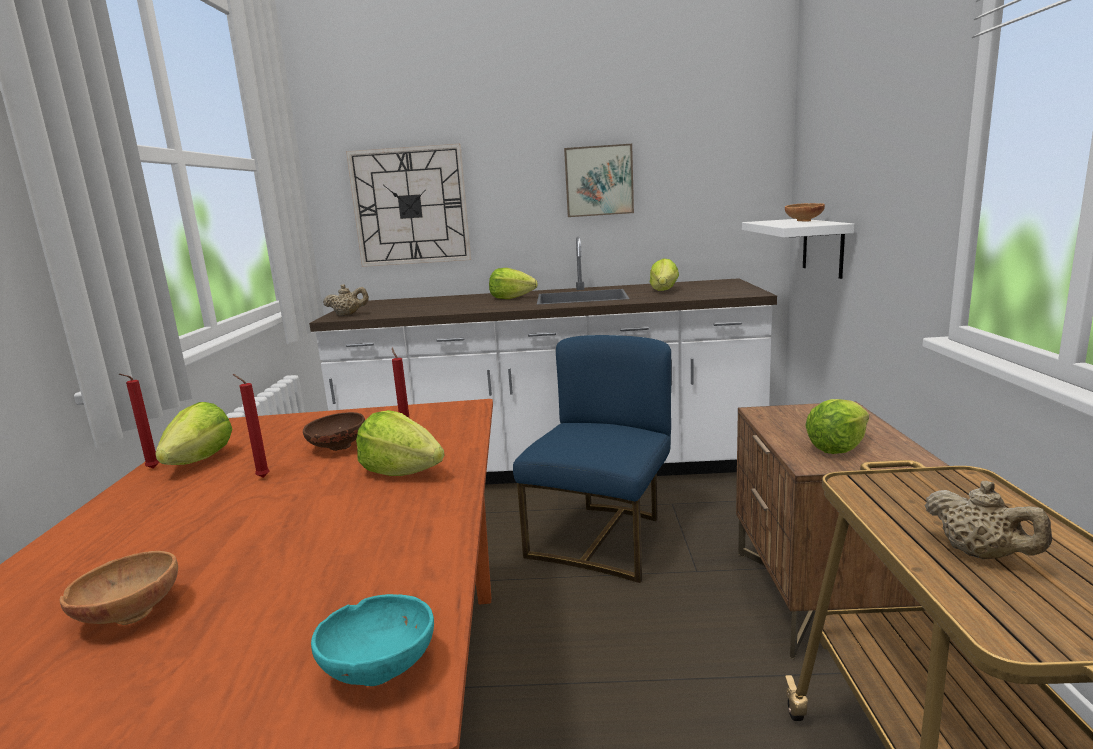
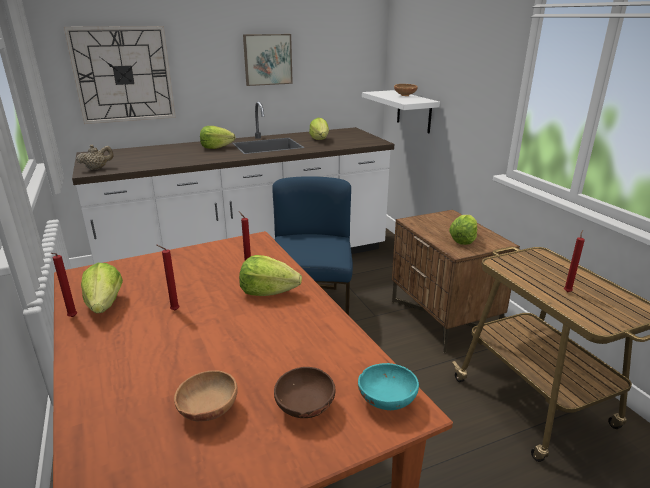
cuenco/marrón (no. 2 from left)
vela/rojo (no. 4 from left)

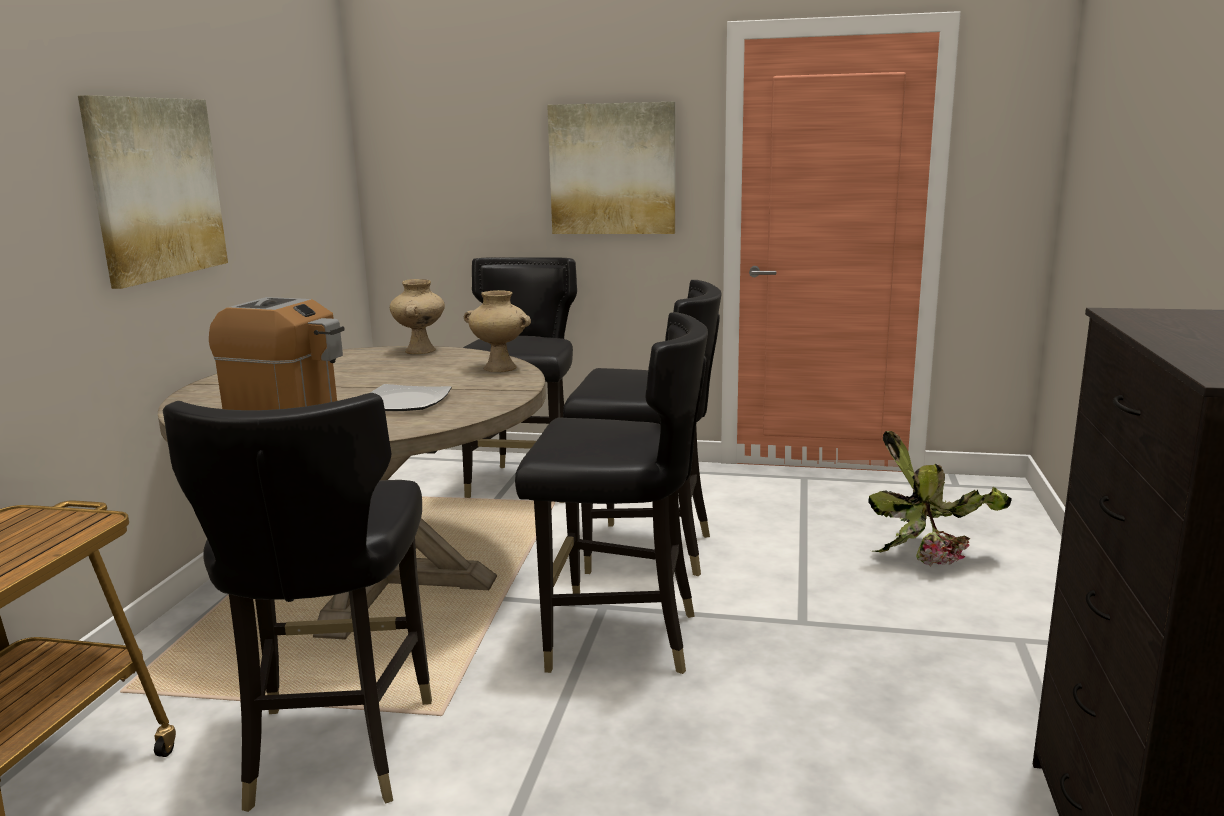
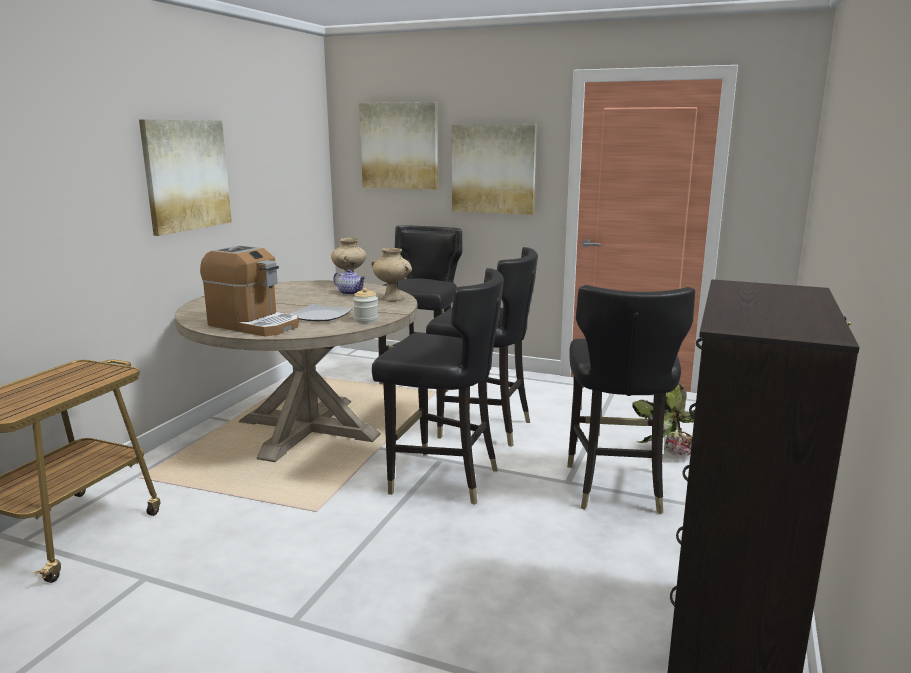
tetera
tarro
cuadro (no. 2 from left)
silla/negro (no. 4 from left)

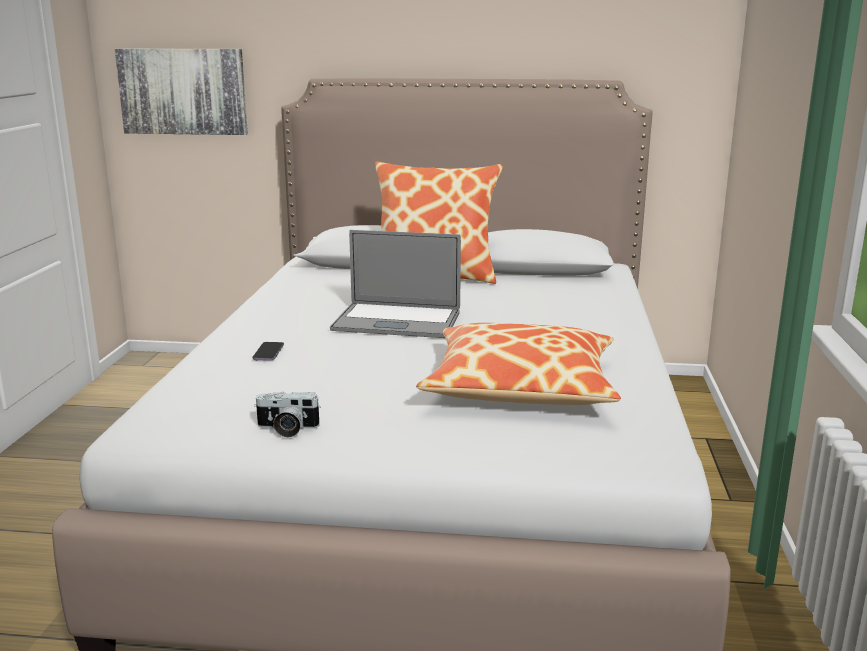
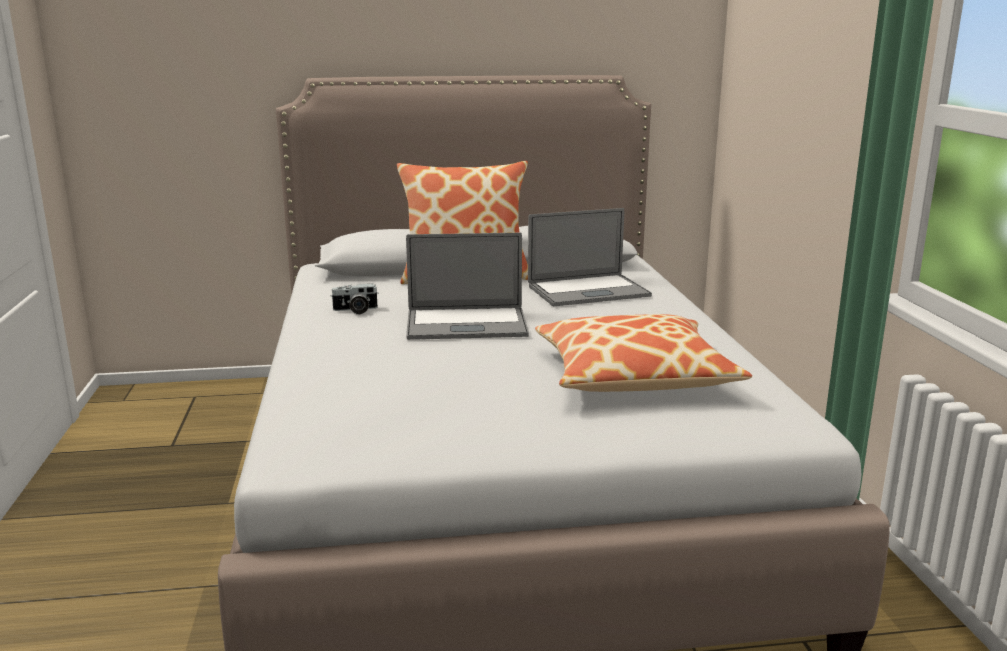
cuadro
móvil
portátil (no. 2 from left)
cámara

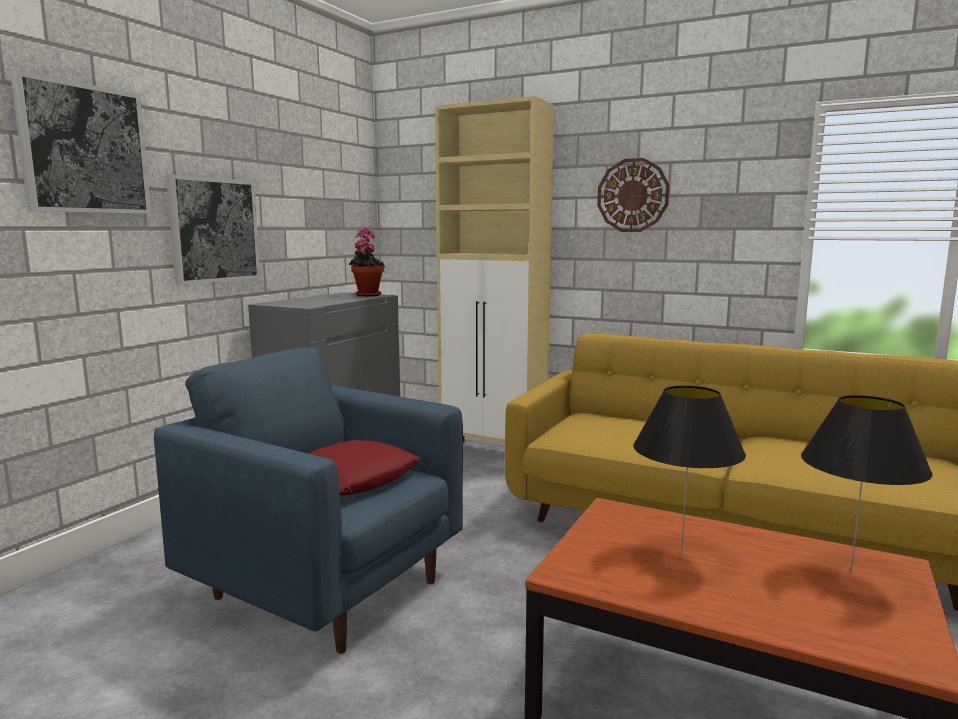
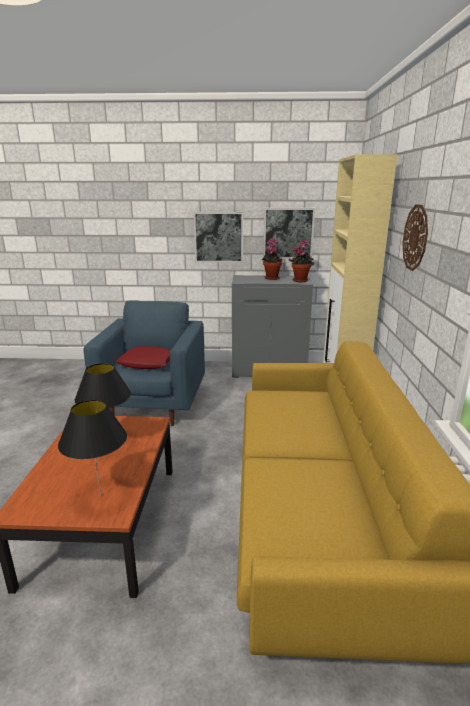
planta en maceta (no. 1 from left)
cuadro (no. 2 from left)

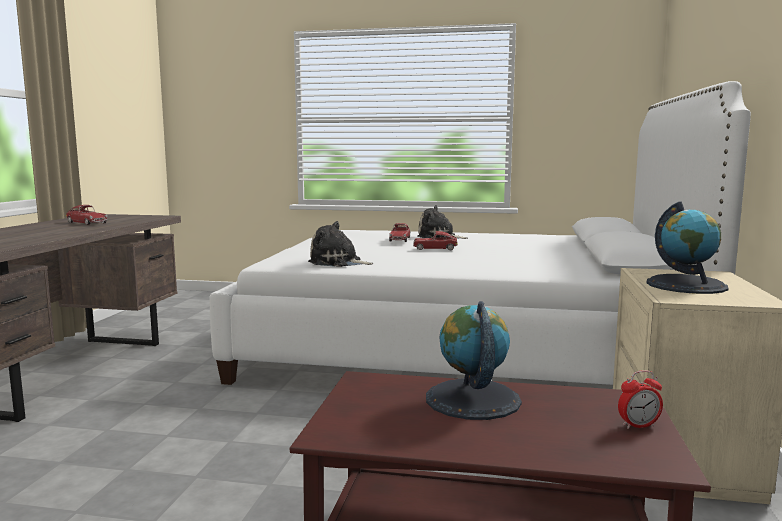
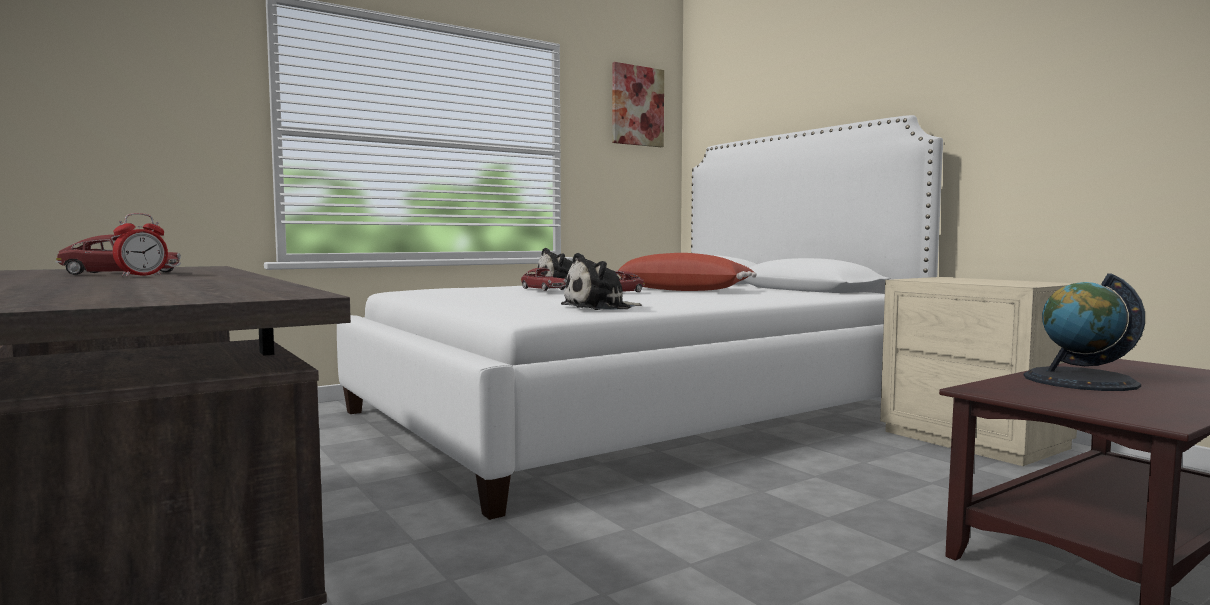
globo terráqueo (no. 2 from left in the first image)
cuadro
cojín/rojo
despertador

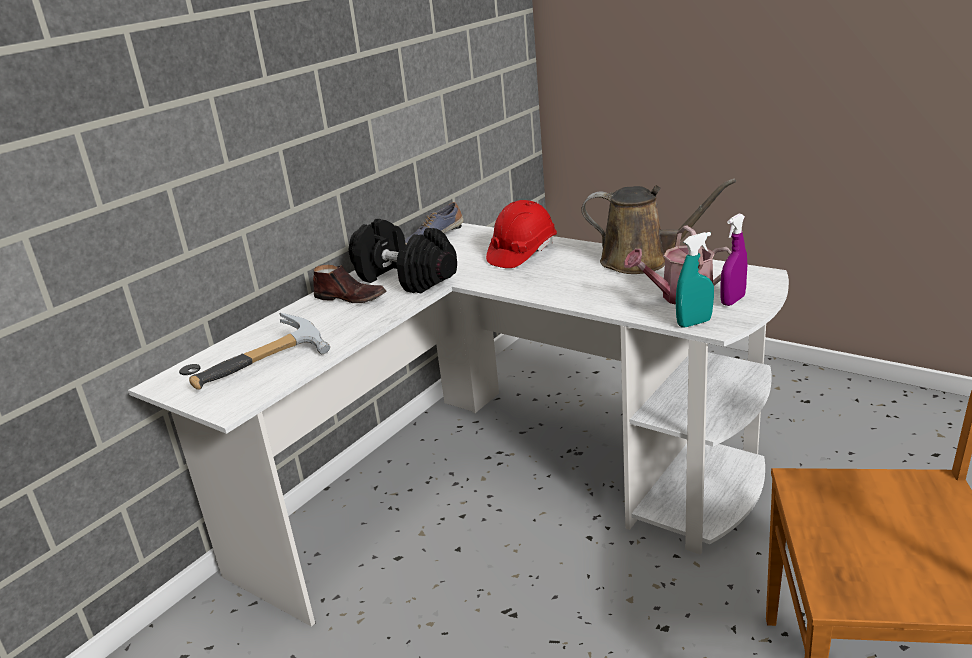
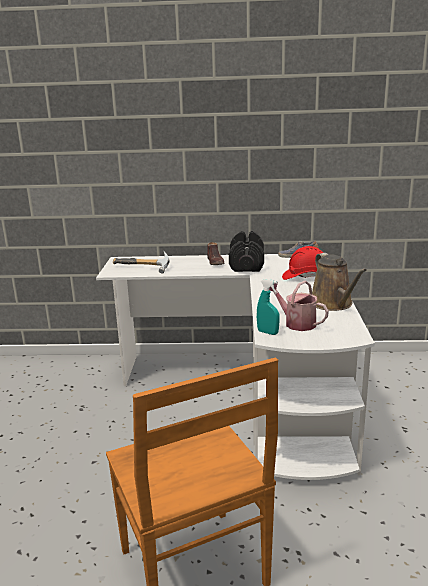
pulverizador/morado

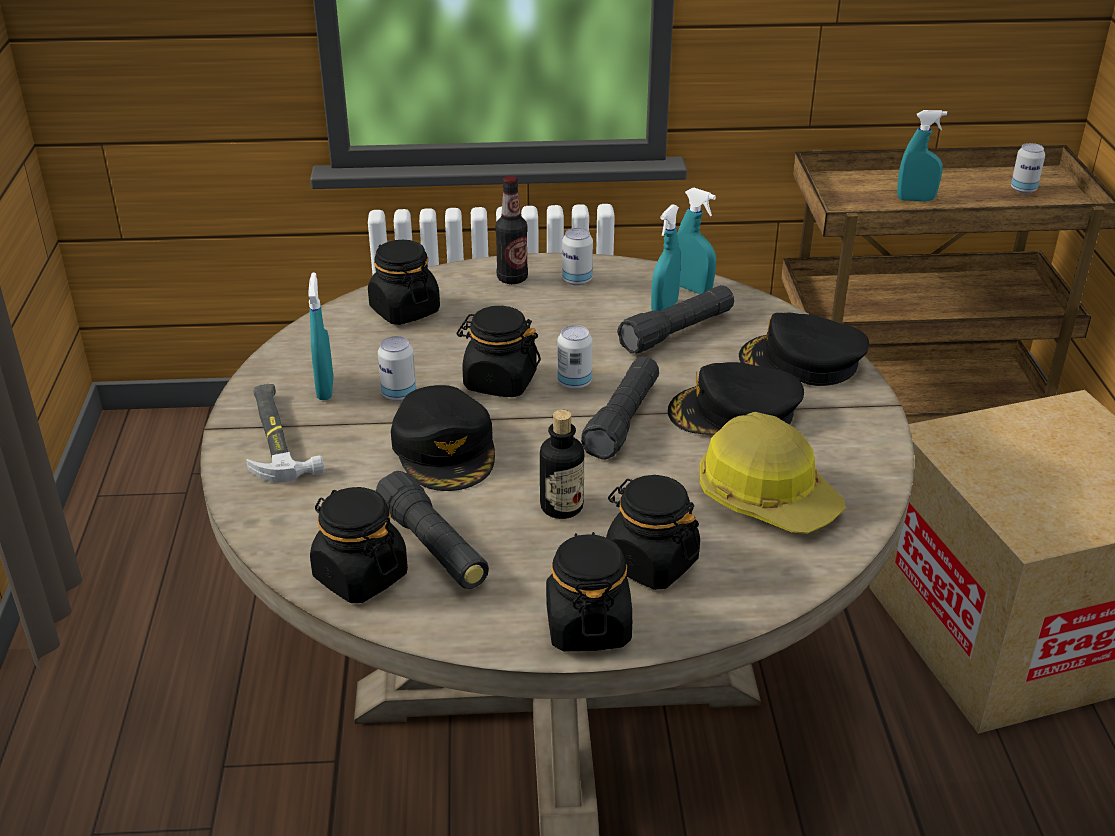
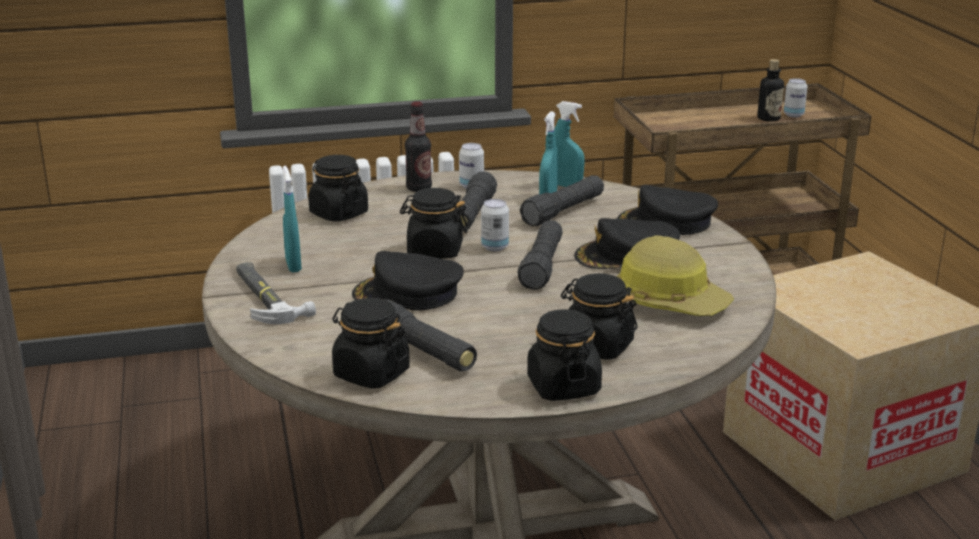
lata (no. 1 from left in the first image)
pulverizador/turquesa (no. 4 from left in the first image)
linterna/negro (no. 2 from left)
botella (no. 2 from left)
gorra/negro (no. 1 from left)

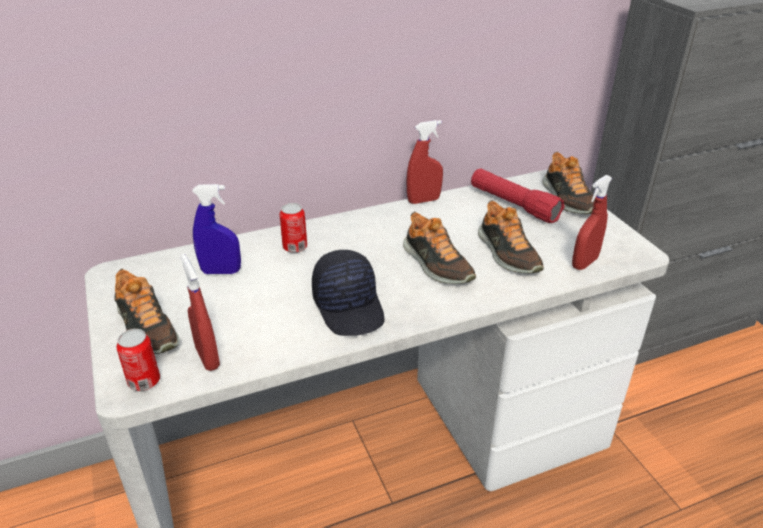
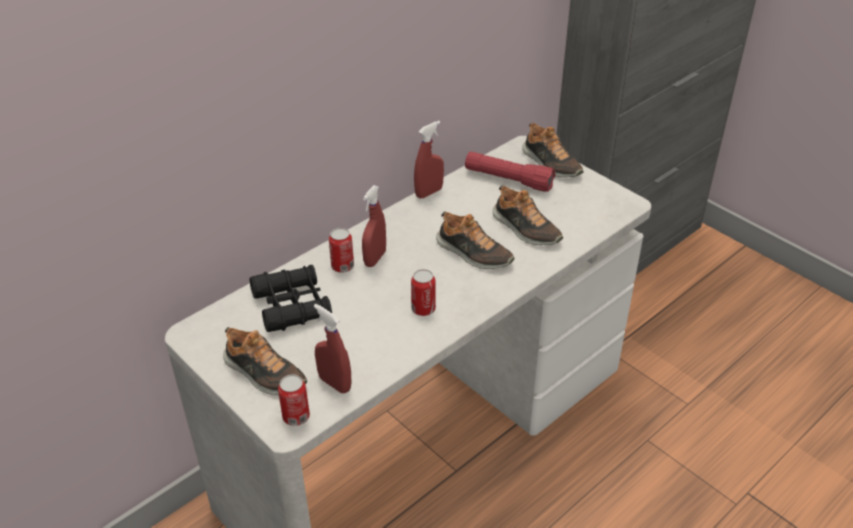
pulverizador/rojo (no. 2 from left)
prismáticos/negro
lata (no. 3 from left)

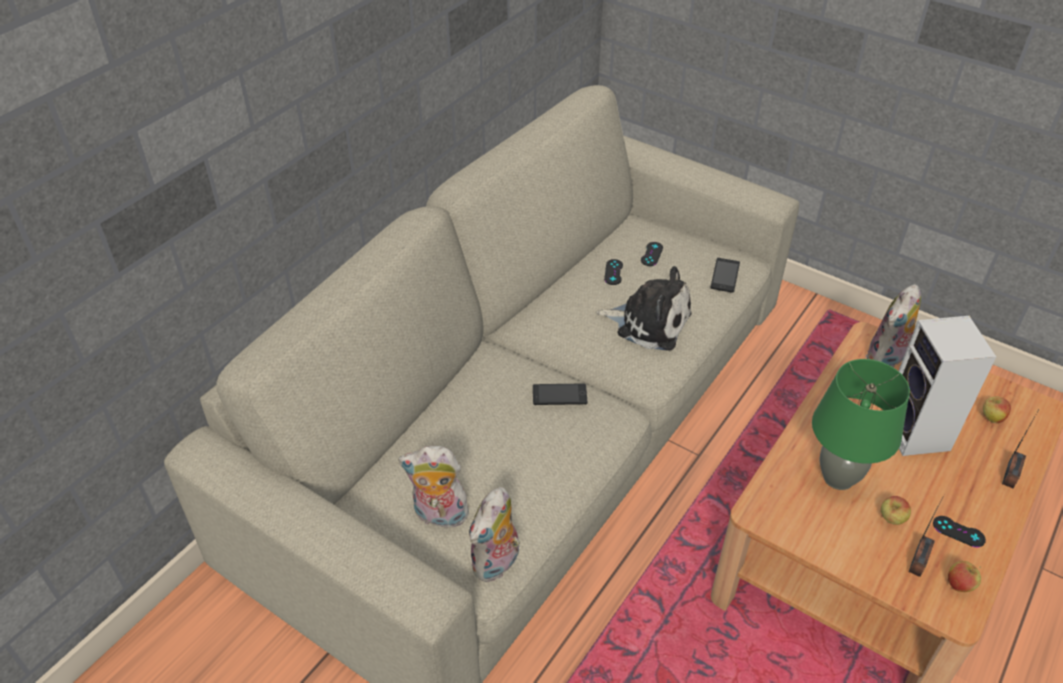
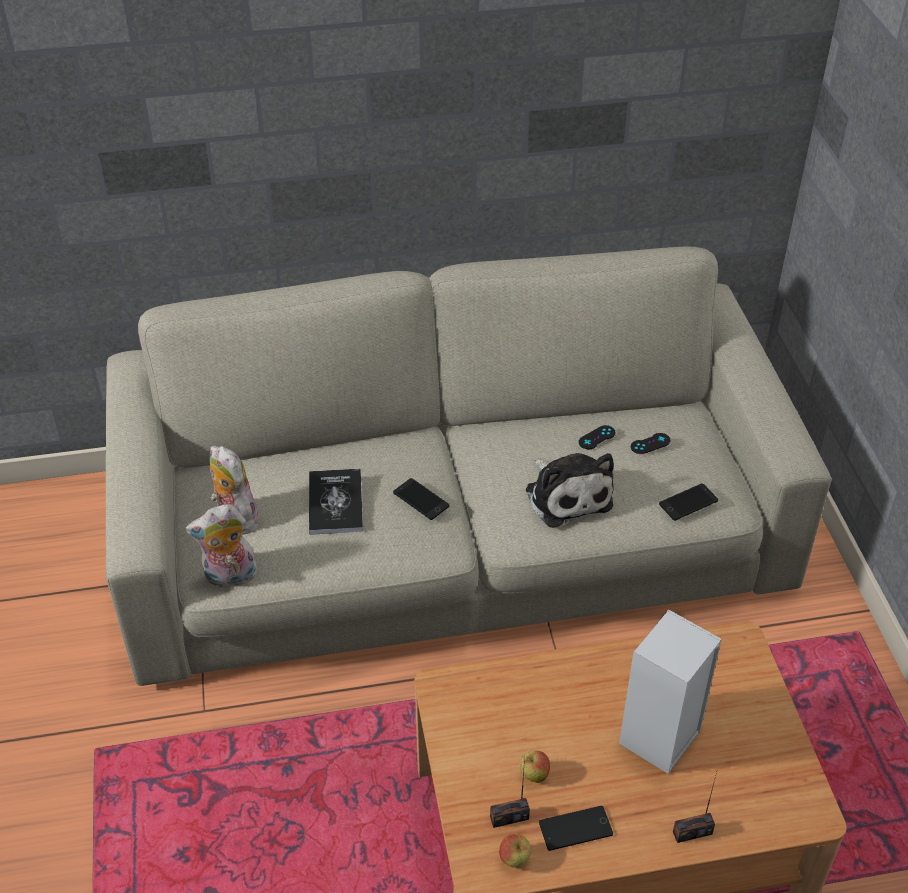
lámpara de mesa/verde
peluche (no. 4 from left in the first image)
manzana (no. 3 from left in the first image)
libro
móvil (no. 2 from left)

